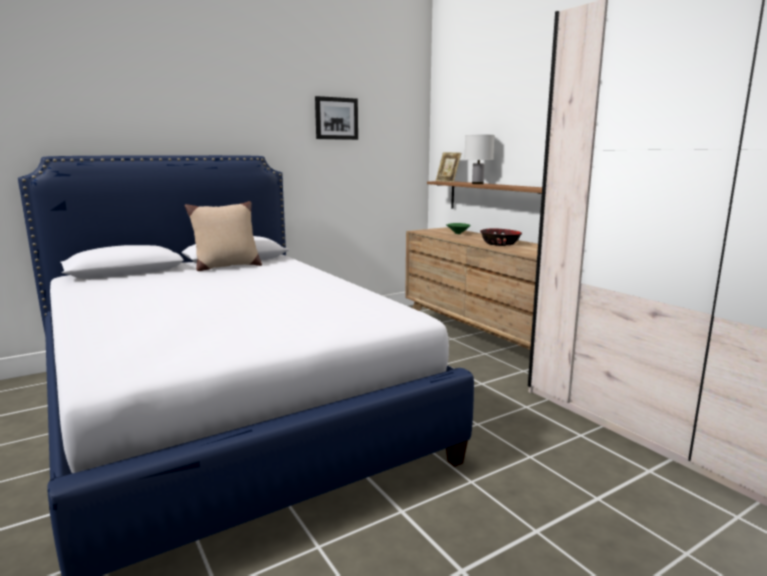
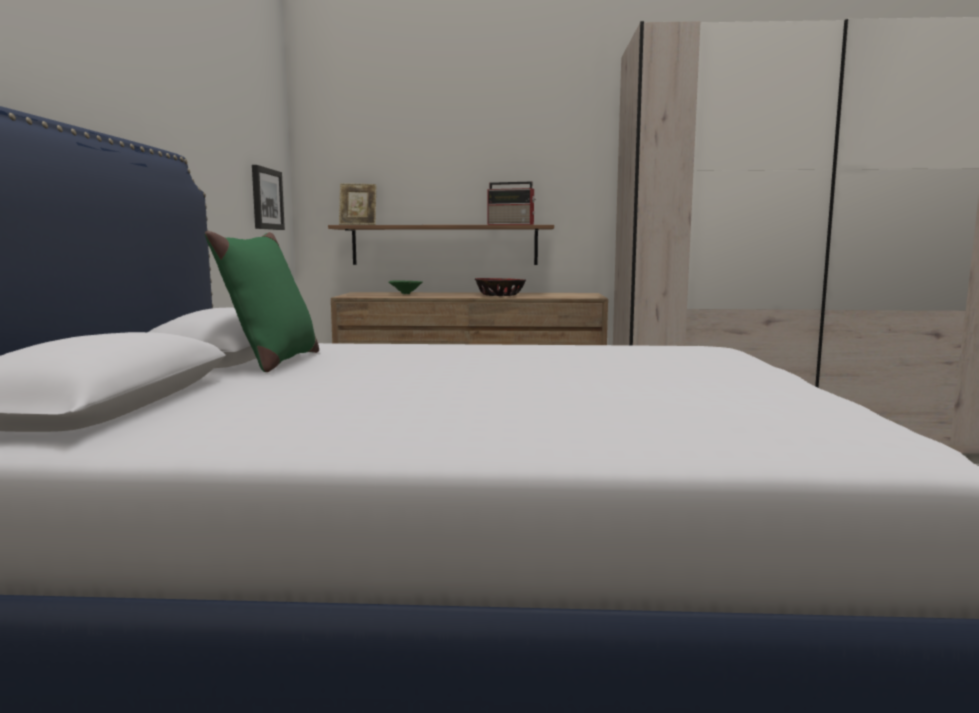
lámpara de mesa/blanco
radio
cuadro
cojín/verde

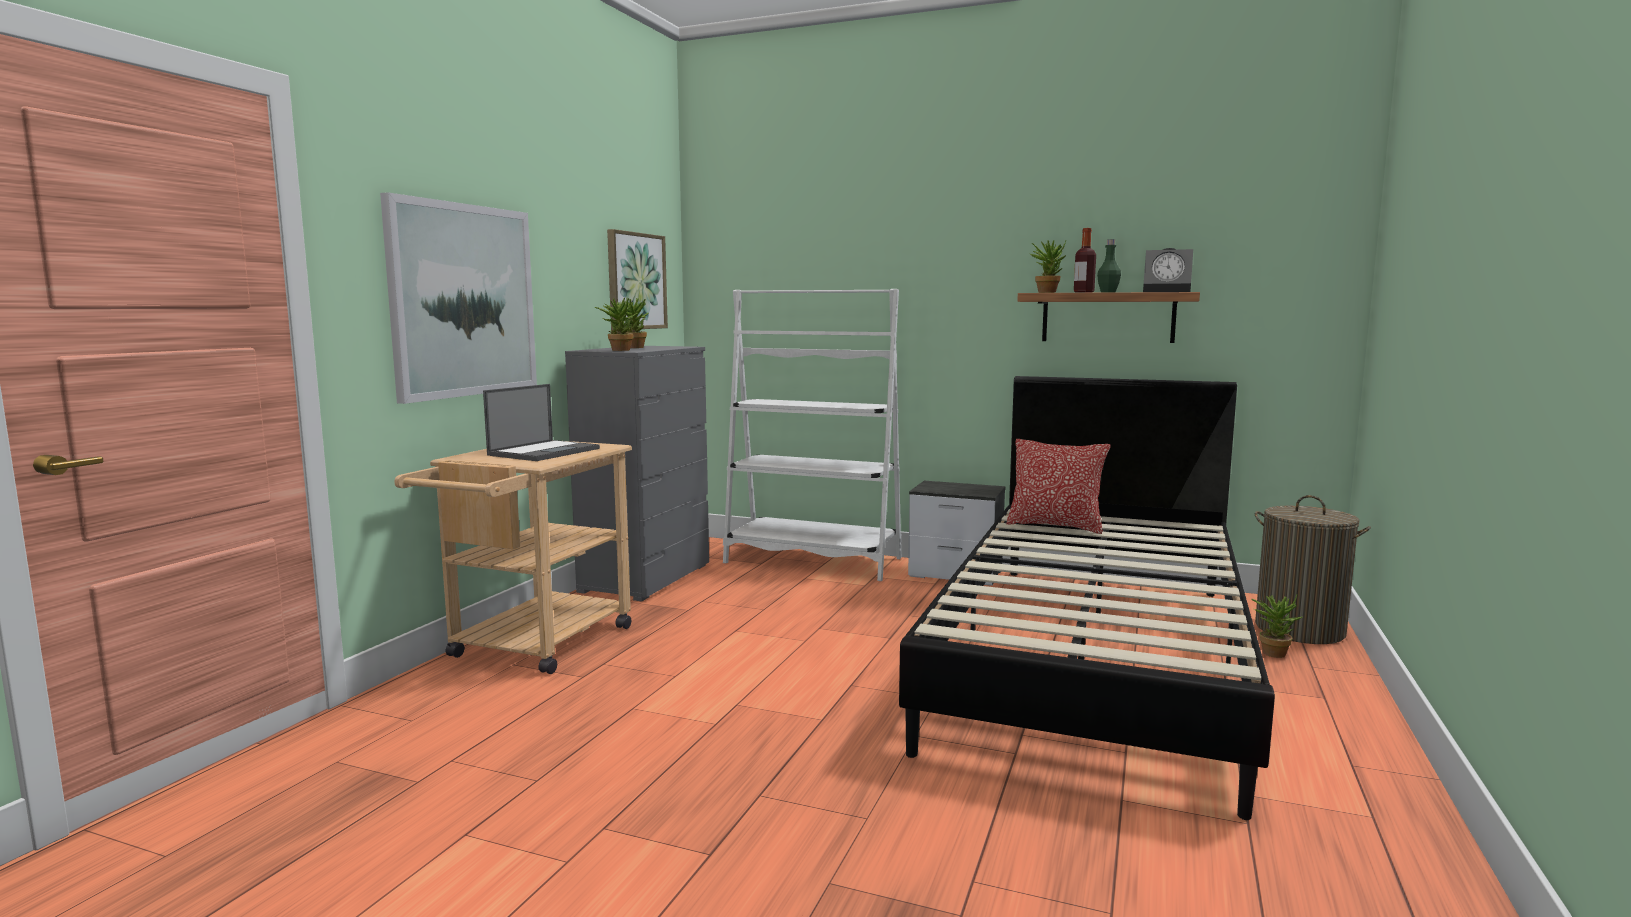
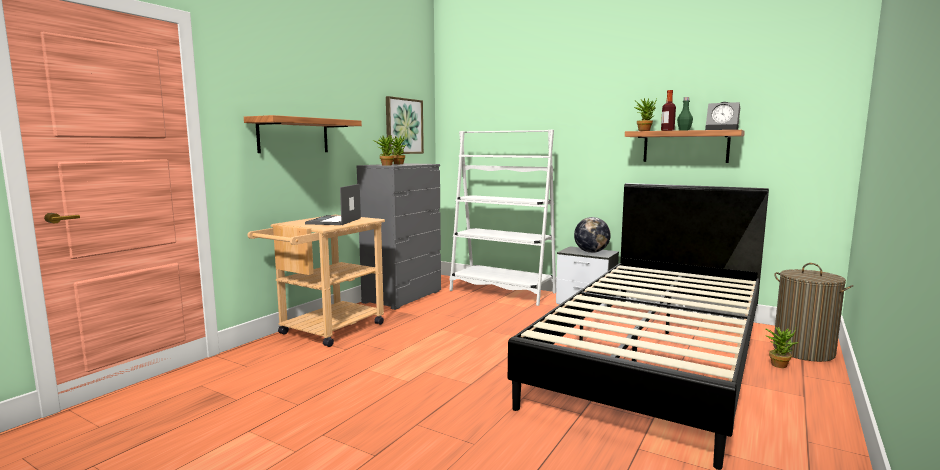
cojín
globo terráqueo
estante (no. 1 from left)
portátil

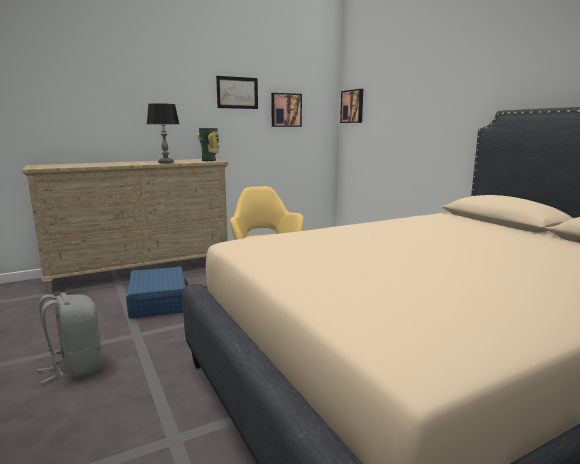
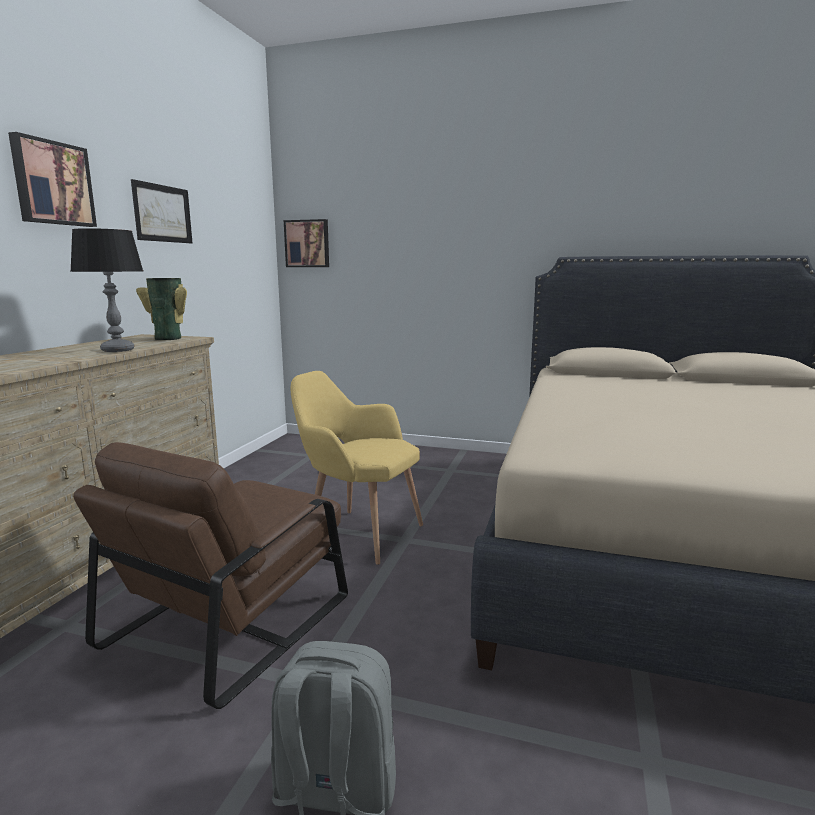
cuadro (no. 1 from left)
sillón/marrón

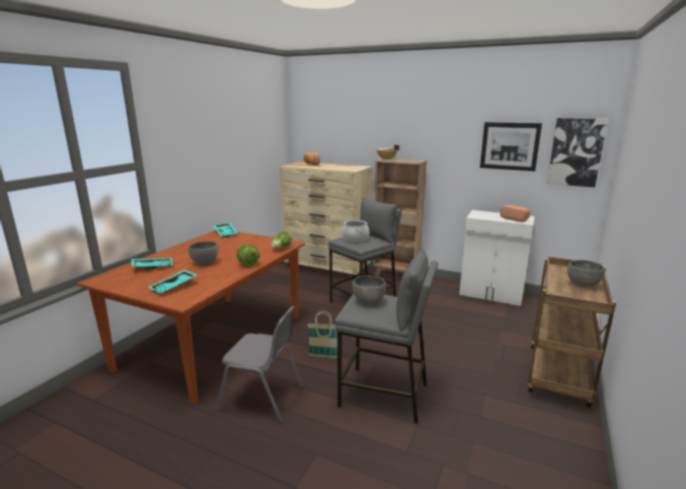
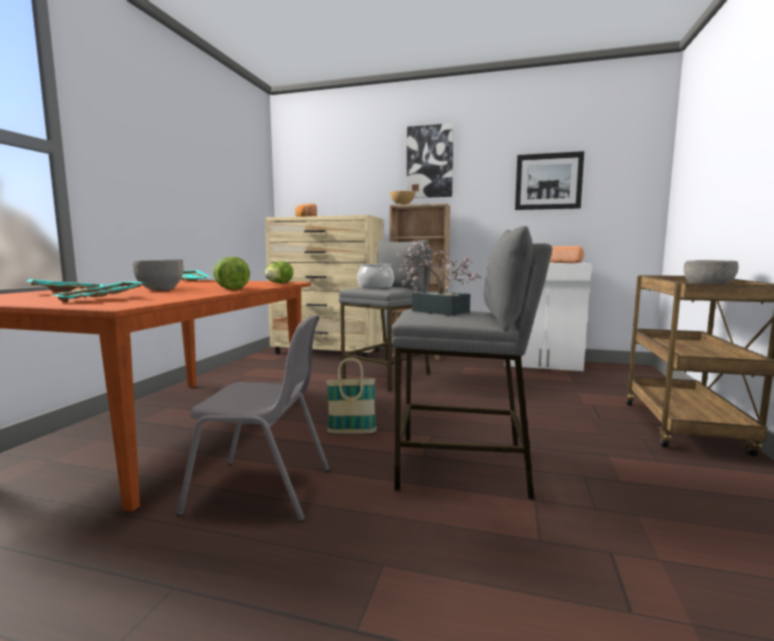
cuadro (no. 1 from left)
planta en maceta

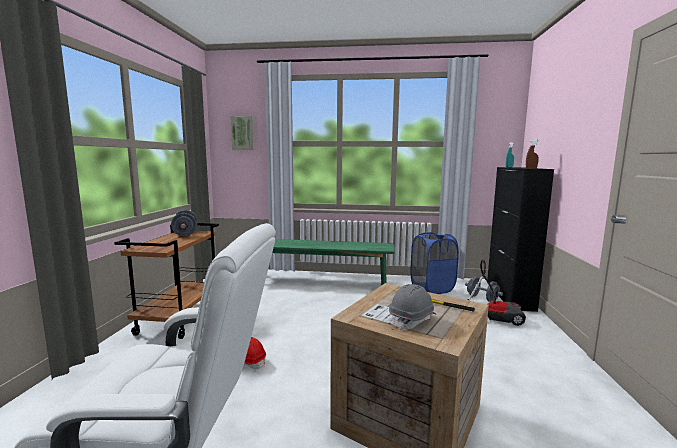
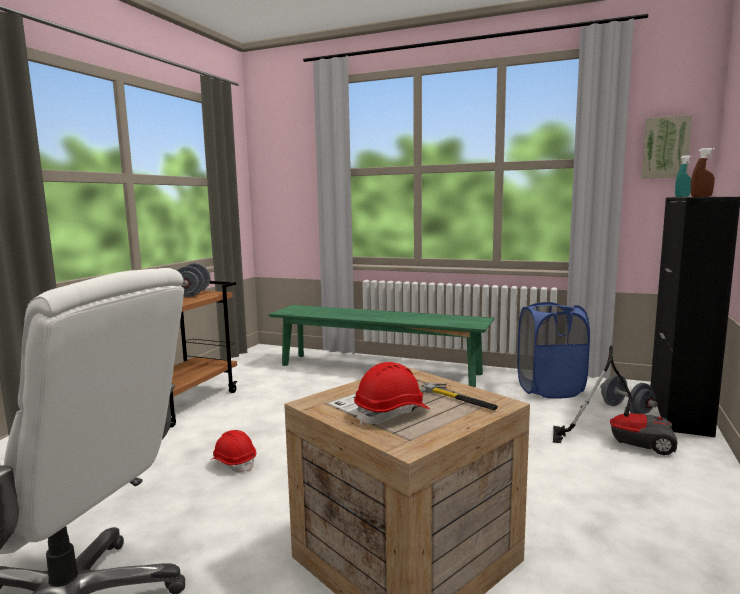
cuadro
casco/rojo (no. 2 from left)

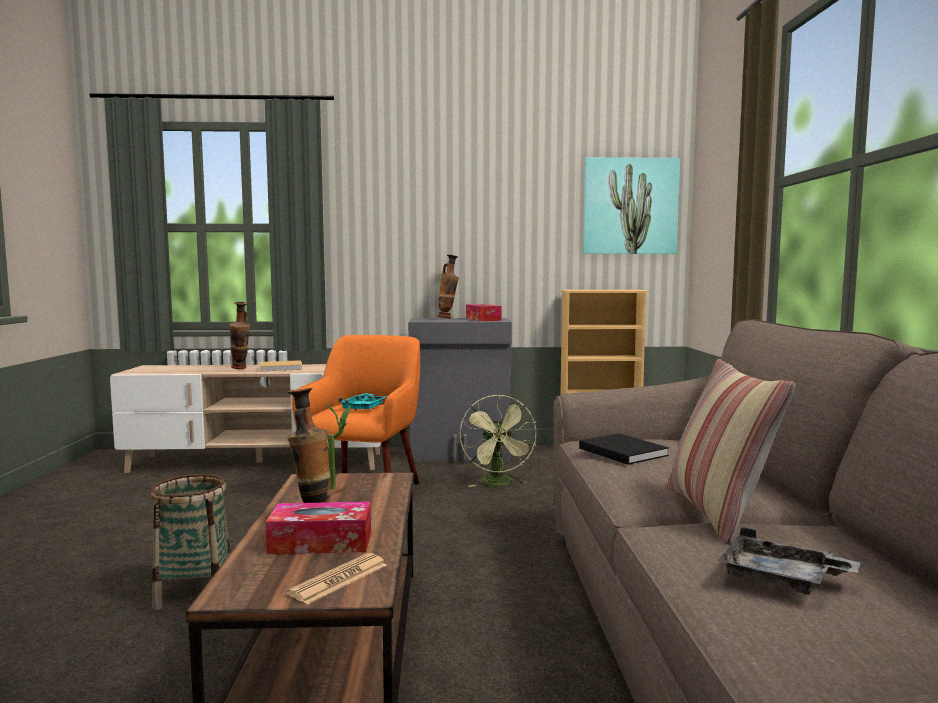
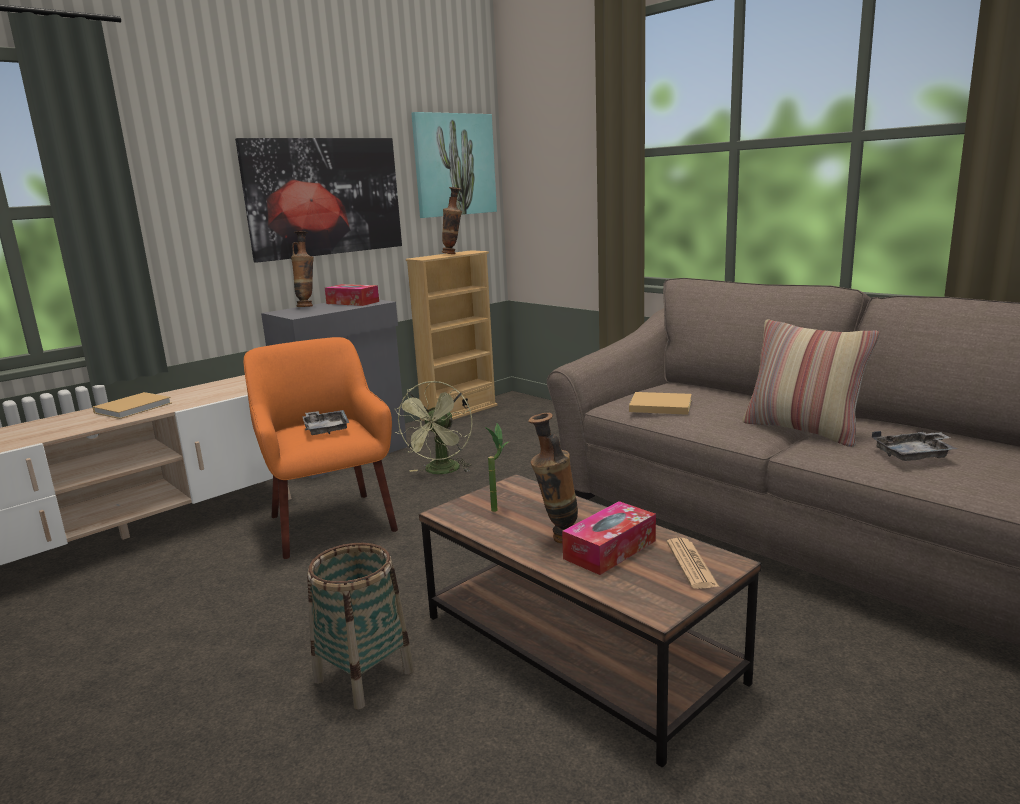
cuadro (no. 1 from left)
florero (no. 2 from left)
bandeja/gris (no. 1 from left)
libro/beis (no. 2 from left)
ventilador/verde

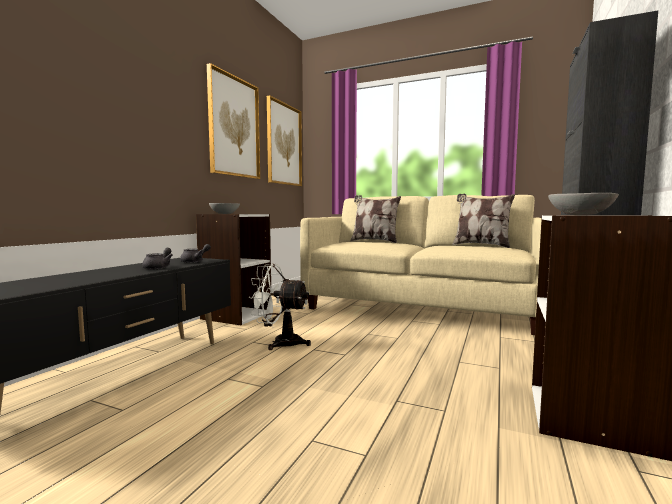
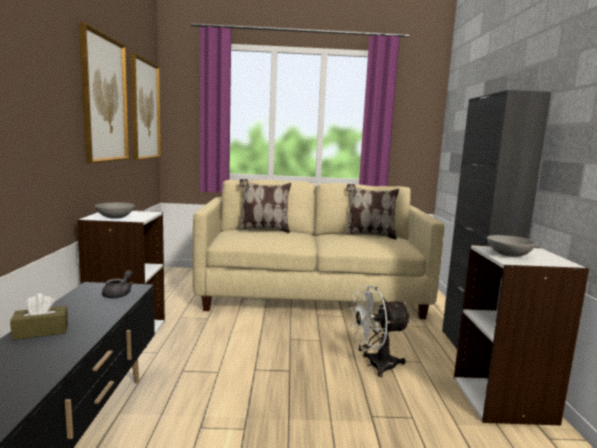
tetera/gris (no. 1 from left in the first image)
caja de pañuelos/marrón
ventilador/blanco

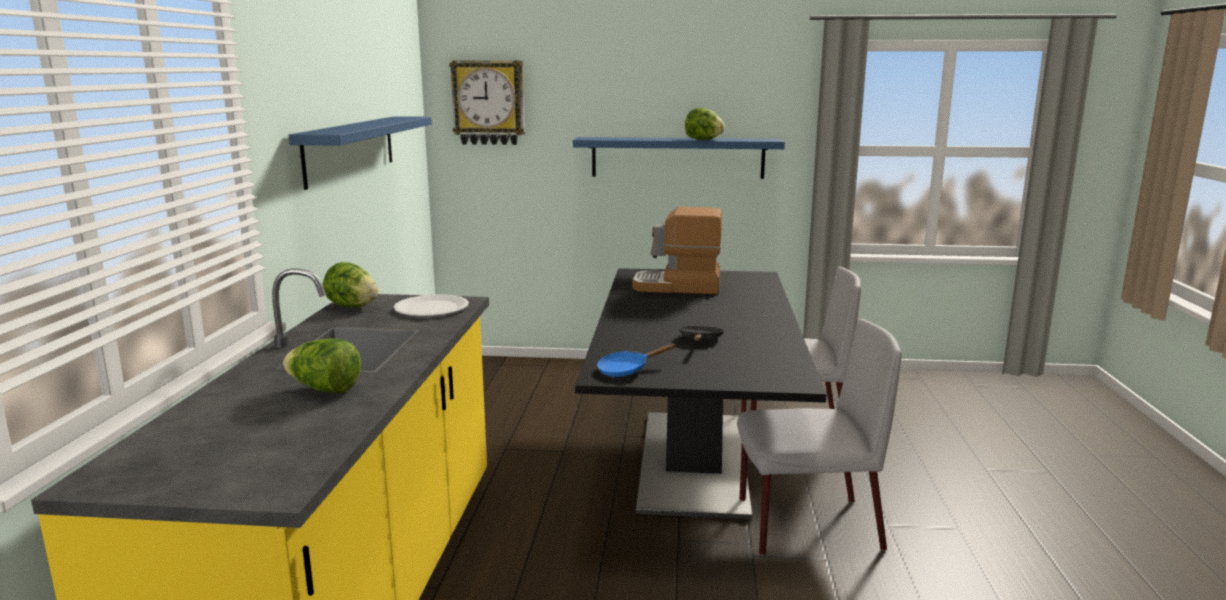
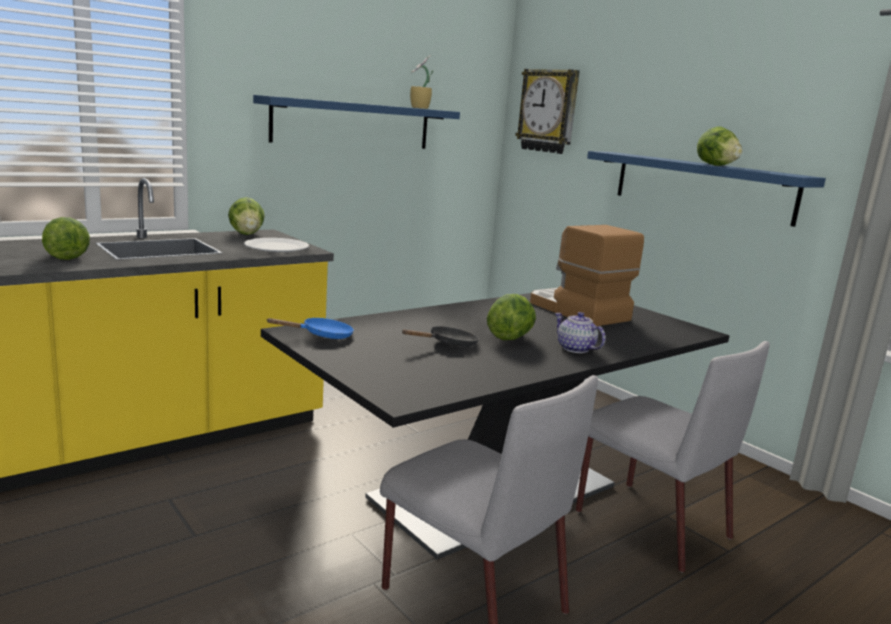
planta en maceta
lechuga (no. 3 from left)
tetera
sartén/azul

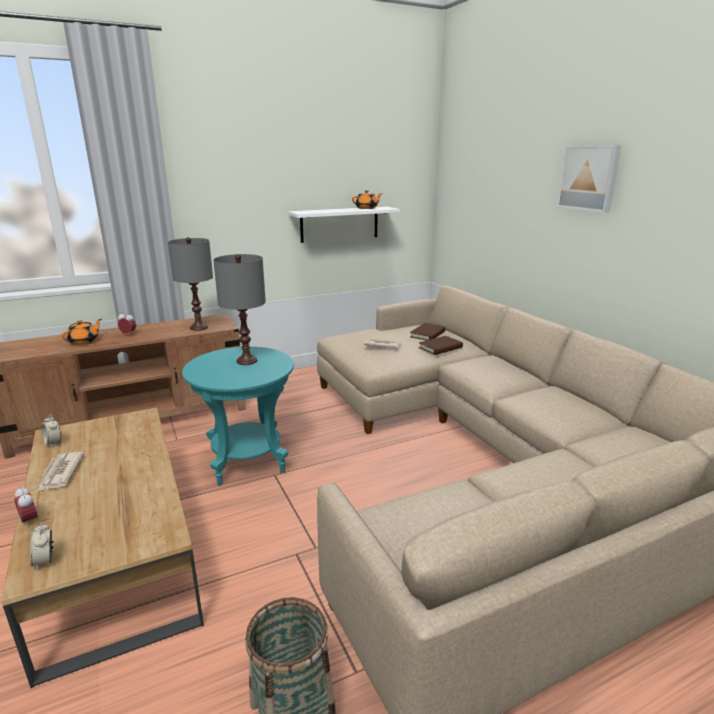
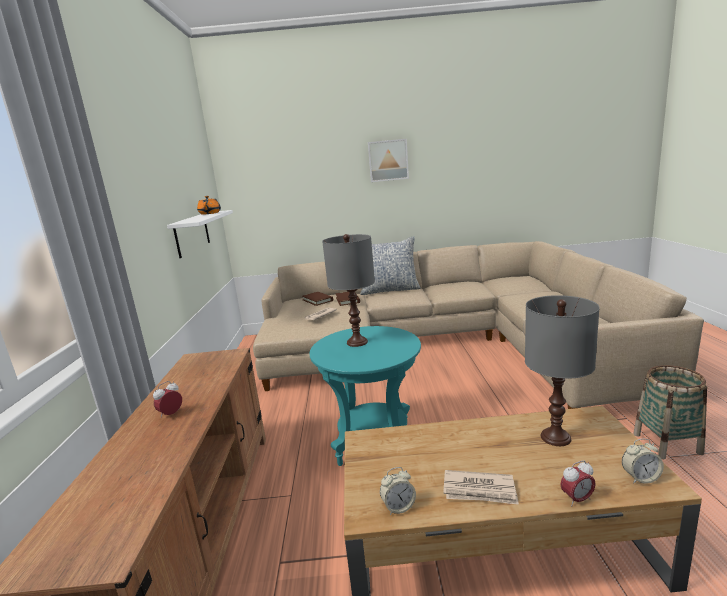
tetera/naranja (no. 1 from left in the first image)
cojín
lámpara de mesa/gris (no. 2 from left)

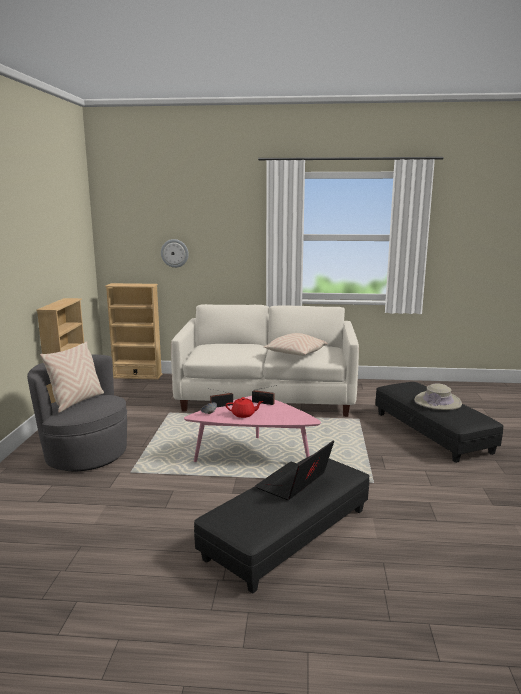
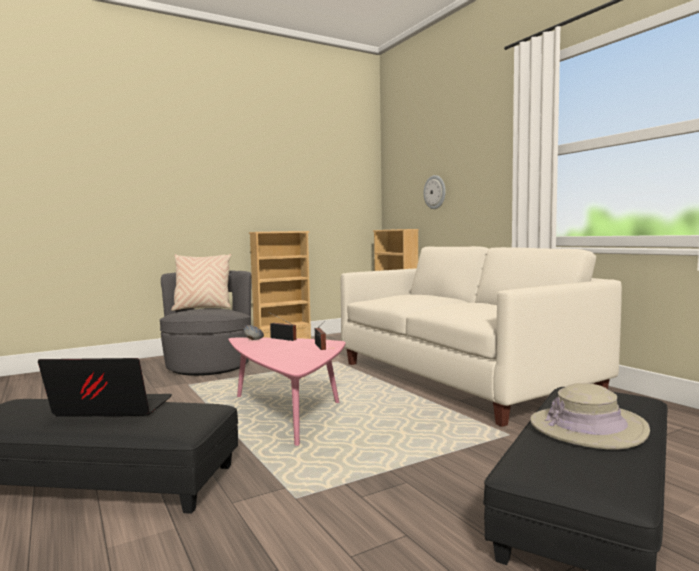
tetera/rojo
cojín/beis (no. 2 from left in the first image)

